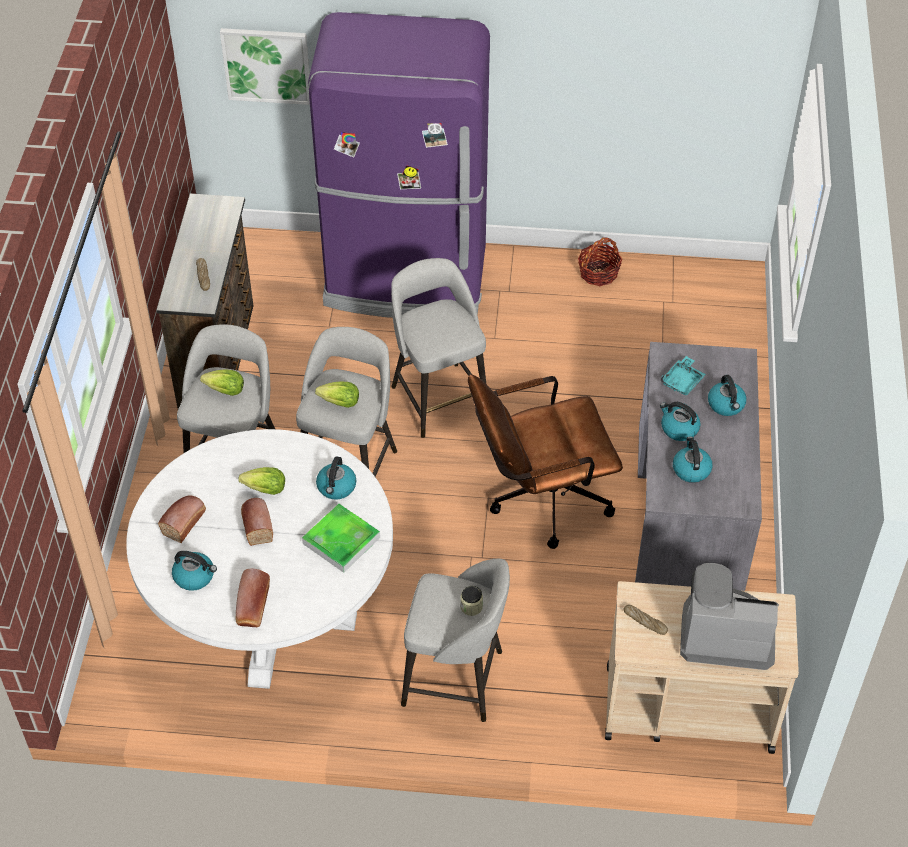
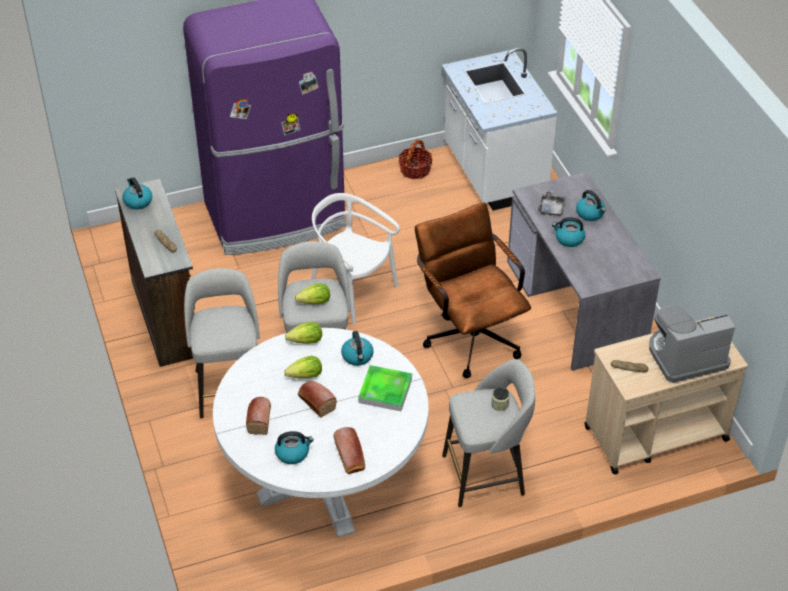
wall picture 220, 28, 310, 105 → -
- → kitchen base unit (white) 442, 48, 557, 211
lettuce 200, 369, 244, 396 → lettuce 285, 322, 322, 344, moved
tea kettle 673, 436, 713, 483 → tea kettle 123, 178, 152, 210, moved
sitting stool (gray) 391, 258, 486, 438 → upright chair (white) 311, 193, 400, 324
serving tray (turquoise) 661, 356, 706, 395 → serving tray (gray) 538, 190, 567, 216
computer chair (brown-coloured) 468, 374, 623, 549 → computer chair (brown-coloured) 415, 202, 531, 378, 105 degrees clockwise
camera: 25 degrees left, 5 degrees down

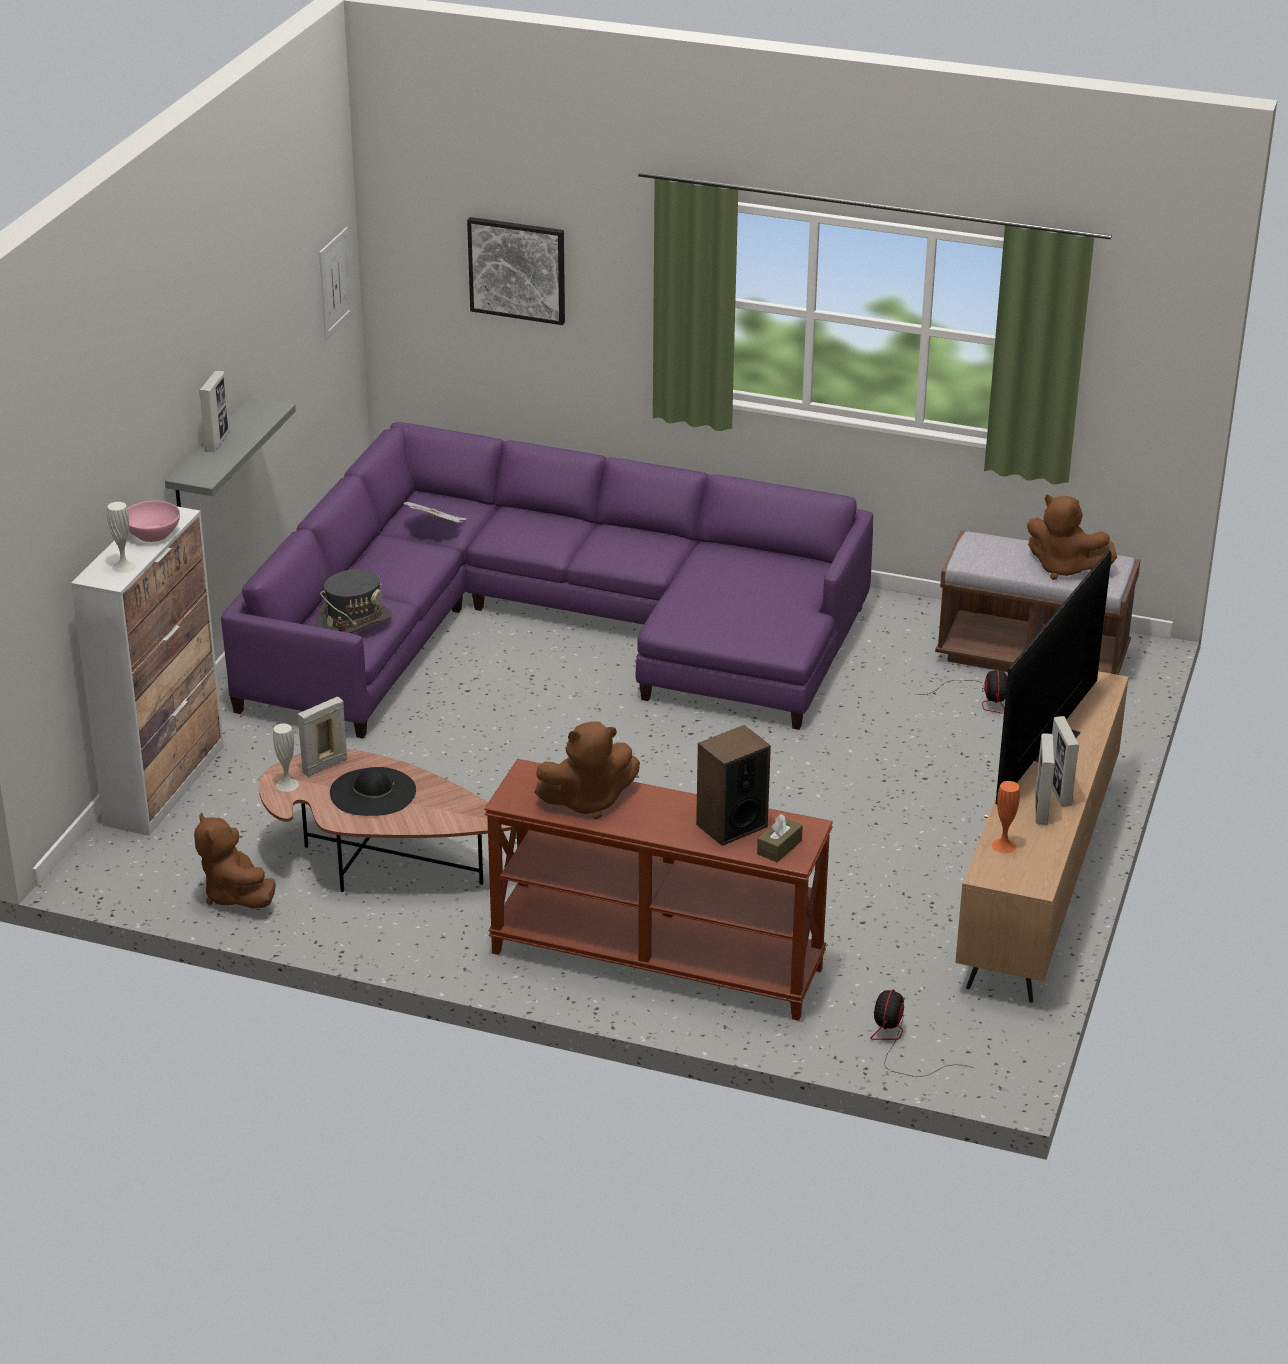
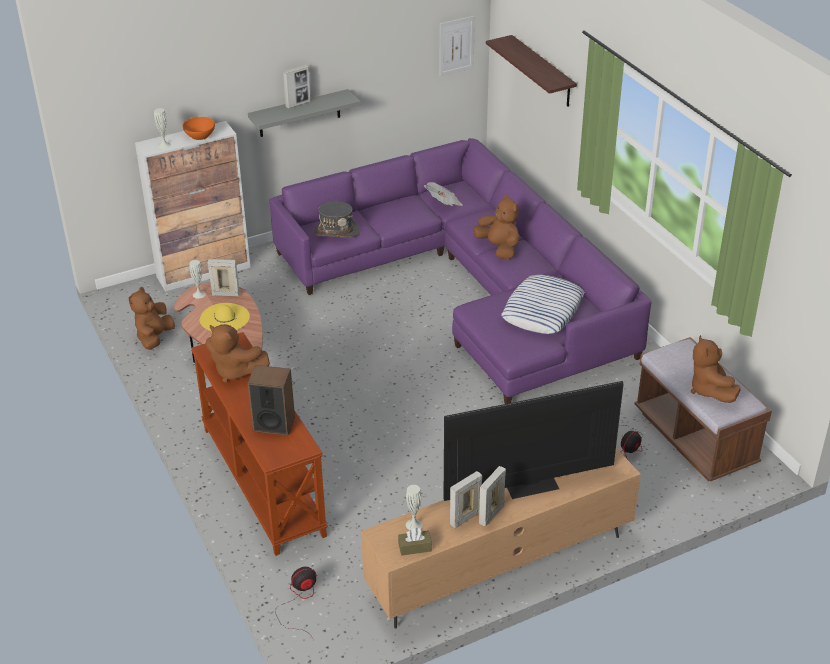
- → soft toy (brown-coloured) 473, 194, 519, 259
- → cushion 501, 275, 584, 334
box of tissues (brown-coloured) 757, 814, 803, 862 → box of tissues (brown-coloured) 398, 528, 432, 556, moved
wall picture 467, 217, 565, 325 → wall shelf 486, 35, 577, 107
deep dish (pinkish) 127, 501, 180, 542 → deep dish (orange) 183, 117, 215, 140
clothing hat (black-coloured) 330, 767, 416, 816 → clothing hat (yellowish) 200, 303, 250, 332
vase (orange) 992, 781, 1020, 853 → vase (white) 406, 485, 422, 530
camera: 45 degrees right, 5 degrees up

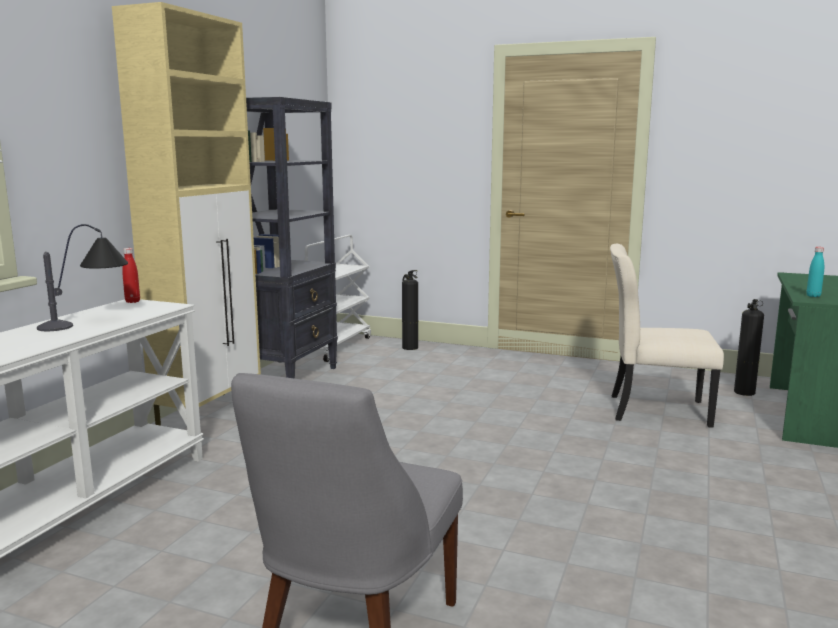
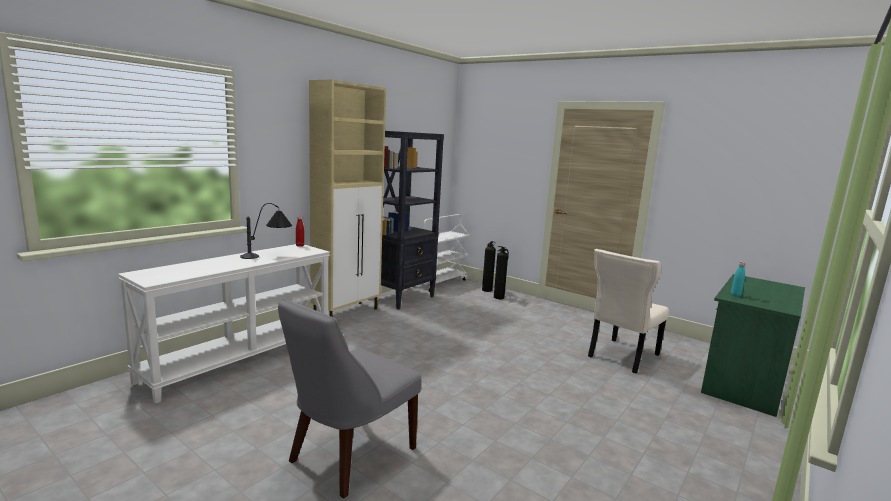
extinguisher 734, 299, 764, 396 → extinguisher 494, 246, 509, 299, moved
upright chair (sand-coloured) 610, 244, 724, 428 → upright chair (sand-coloured) 588, 249, 669, 374, 75 degrees counterclockwise
camera: 15 degrees right, 0 degrees up

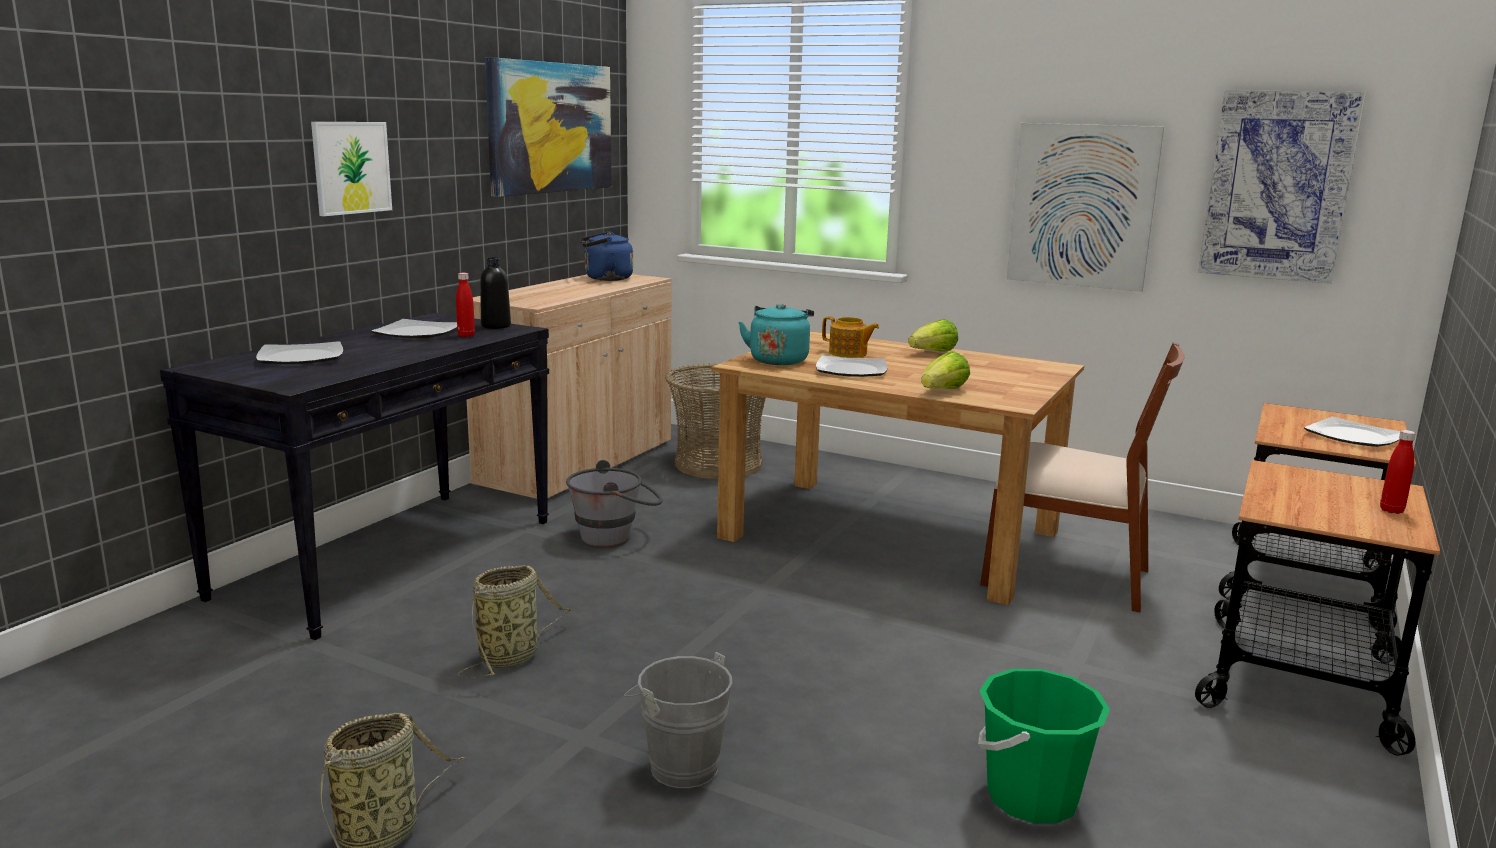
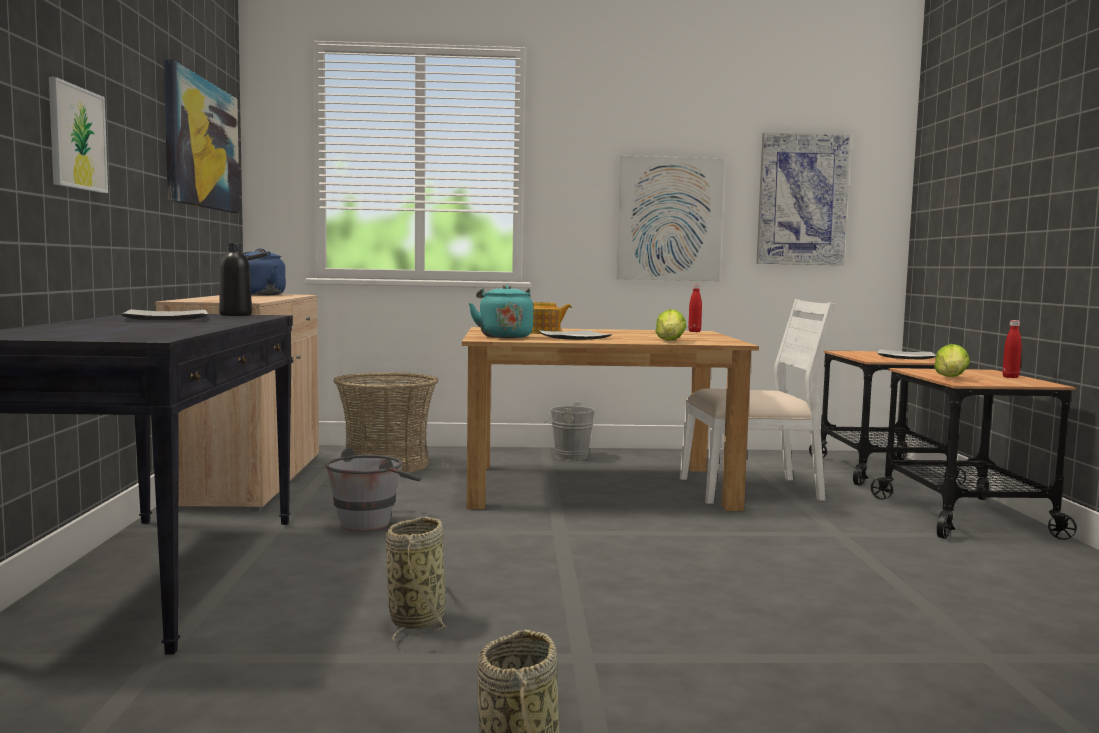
plate 256, 341, 343, 364 → -
water bucket (green-coloured) 978, 669, 1110, 823 → -
bottle (red) 456, 273, 475, 337 → bottle (red) 688, 284, 702, 332, moved
water bucket (gray) 624, 652, 732, 788 → water bucket (gray) 543, 402, 595, 460, moved
lettuce 908, 319, 958, 352 → lettuce 934, 344, 970, 377, moved
upright chair (brown-coloured) 980, 342, 1184, 612 → upright chair (white) 680, 299, 835, 504
camera: 30 degrees left, 10 degrees down

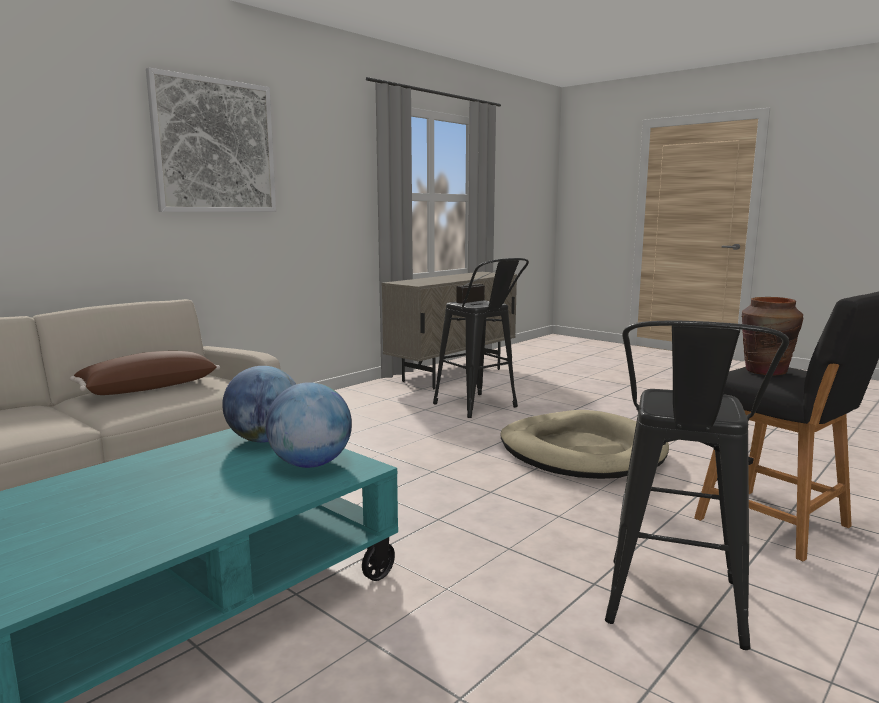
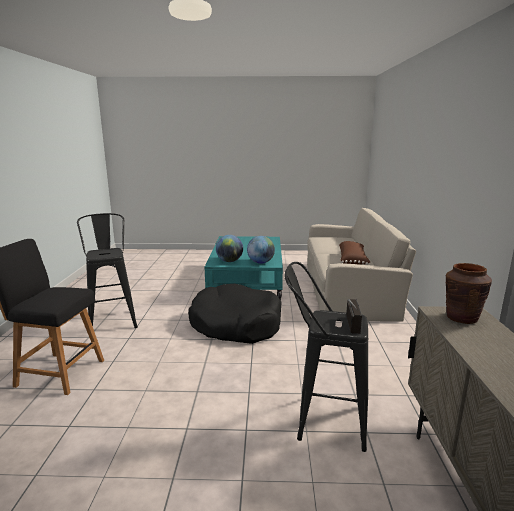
wall picture 146, 68, 276, 212 → -
pet bed (sand-coloured) 500, 410, 669, 479 → -
- → pet bed (black-coloured) 188, 284, 282, 344
vase (brown-coloured) 741, 297, 803, 376 → vase (brown-coloured) 446, 263, 492, 324, moved
camera: 140 degrees right, 5 degrees up

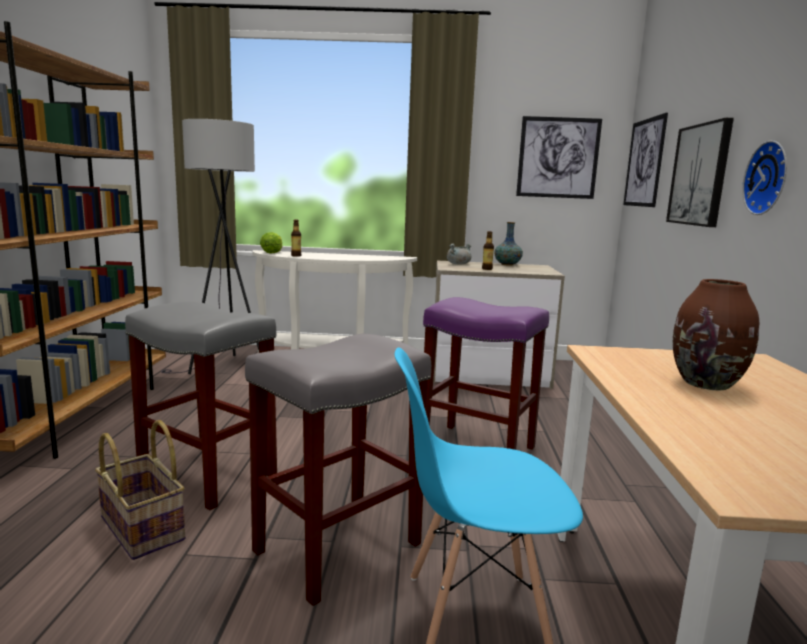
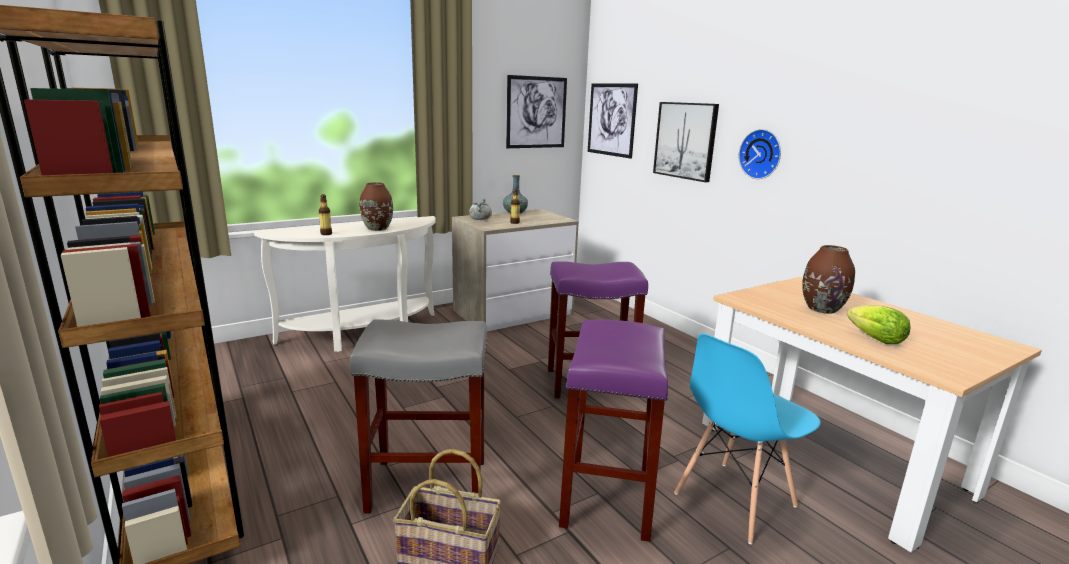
floor lamp (gray) 161, 119, 259, 374 → -
- → vase (brown-coloured) 360, 182, 393, 231
lettuce 260, 232, 282, 254 → lettuce 847, 305, 911, 344, moved
sitting stool (gray) 245, 334, 431, 606 → sitting stool (purple-coloured) 559, 319, 668, 542
camera: 35 degrees left, 5 degrees up

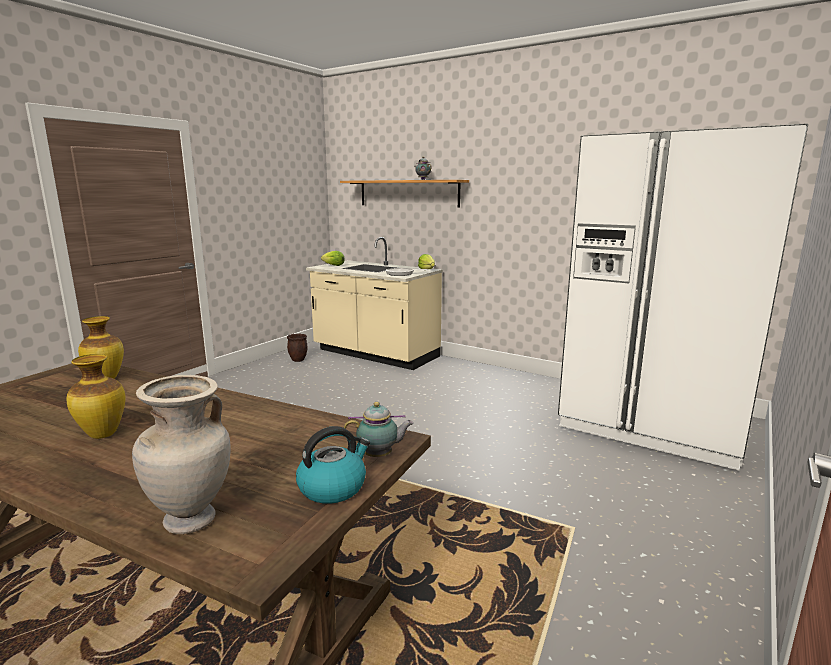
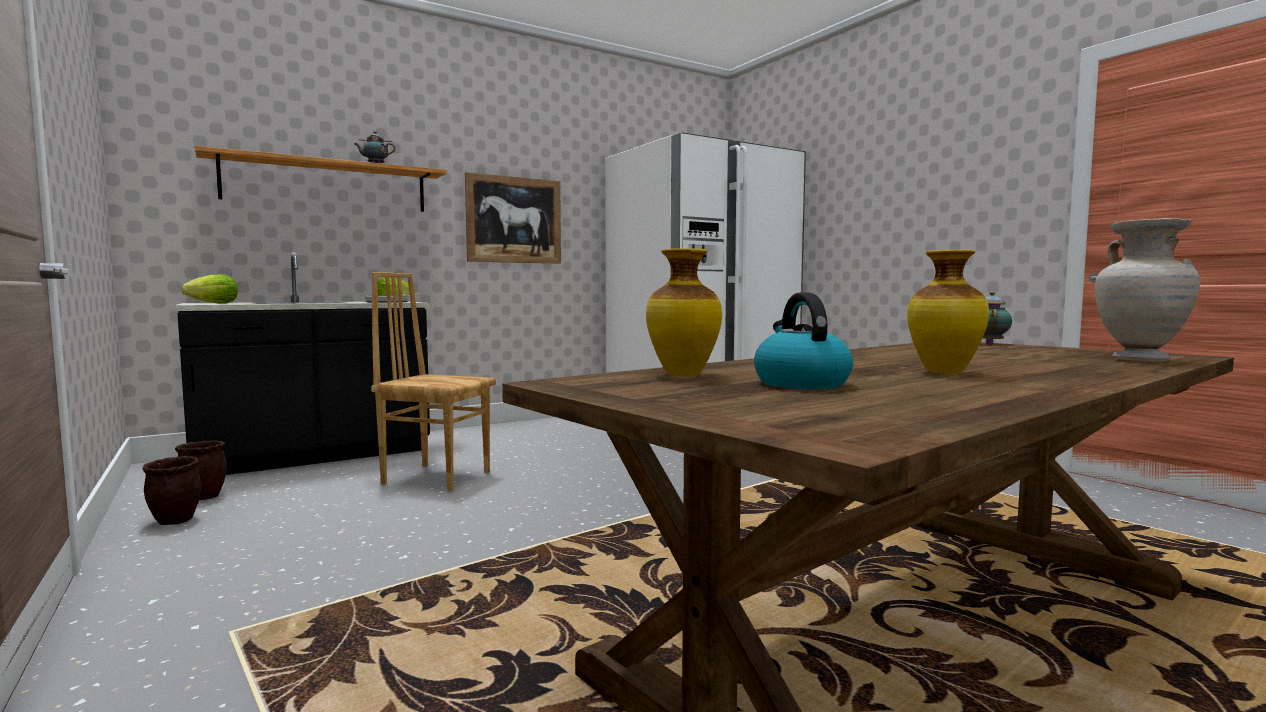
- → plant pot (brown-coloured) 143, 456, 201, 525
- → upright chair (brown-coloured) 371, 272, 496, 492
- → wall picture 465, 172, 561, 264
tea kettle 296, 426, 370, 504 → tea kettle 754, 292, 853, 389, moved
kitchen base unit (sand-coloured) 306, 237, 443, 370 → kitchen base unit (black-coloured) 175, 252, 430, 475
camera: 65 degrees left, 10 degrees down

